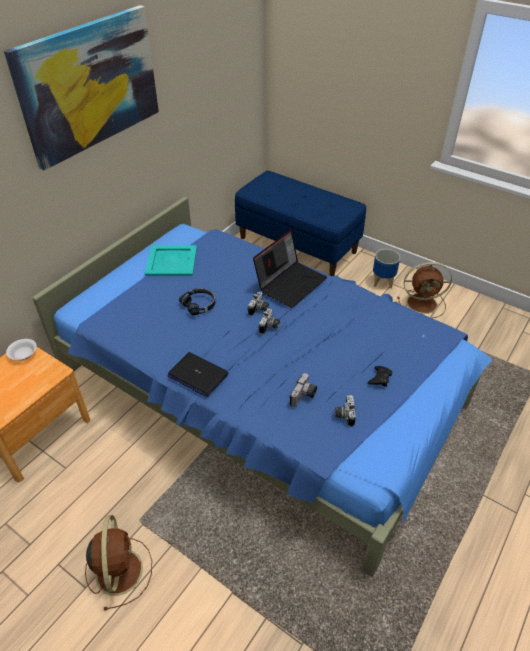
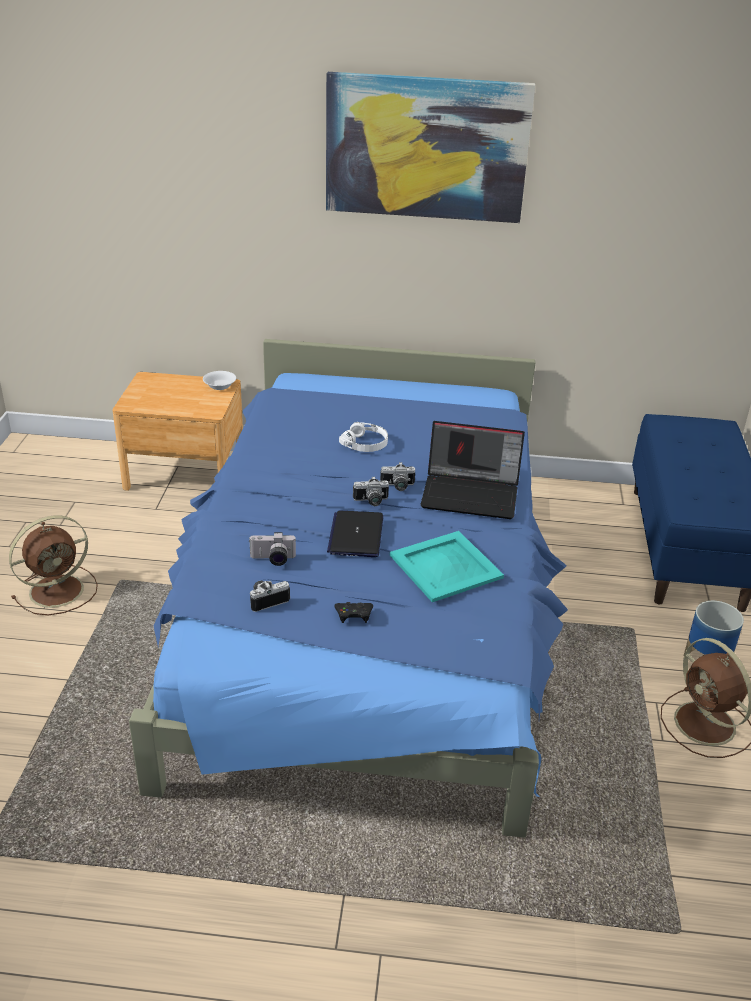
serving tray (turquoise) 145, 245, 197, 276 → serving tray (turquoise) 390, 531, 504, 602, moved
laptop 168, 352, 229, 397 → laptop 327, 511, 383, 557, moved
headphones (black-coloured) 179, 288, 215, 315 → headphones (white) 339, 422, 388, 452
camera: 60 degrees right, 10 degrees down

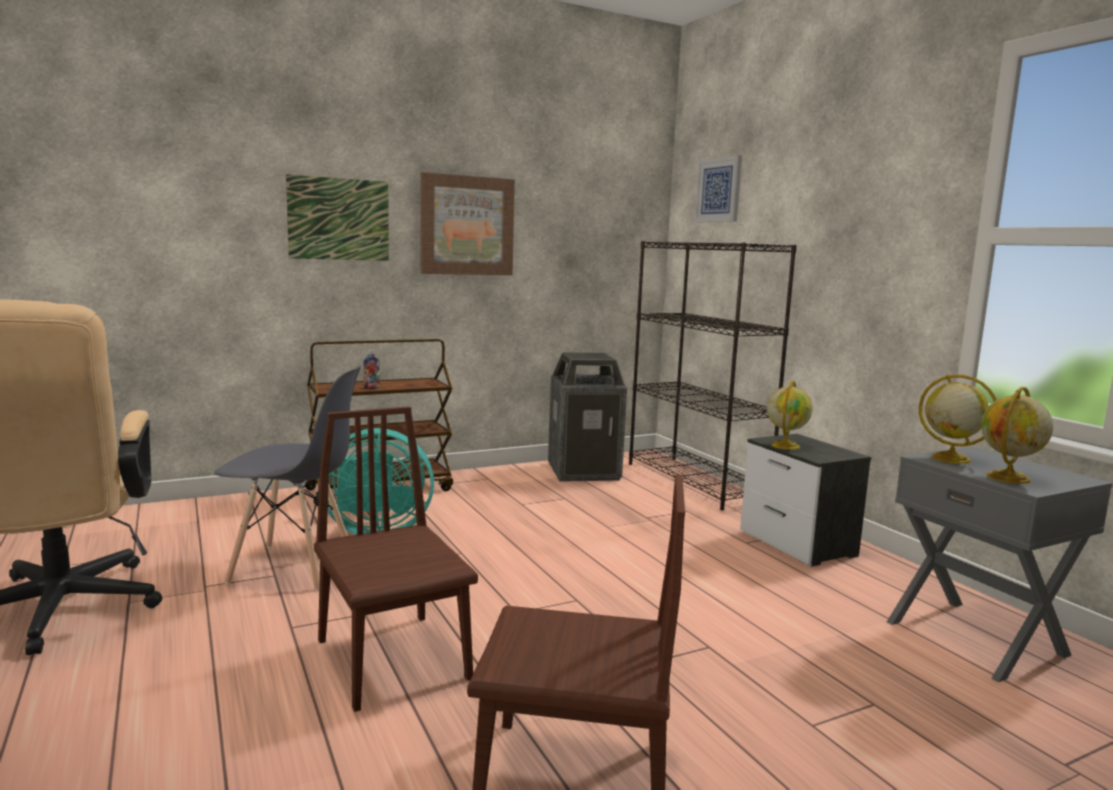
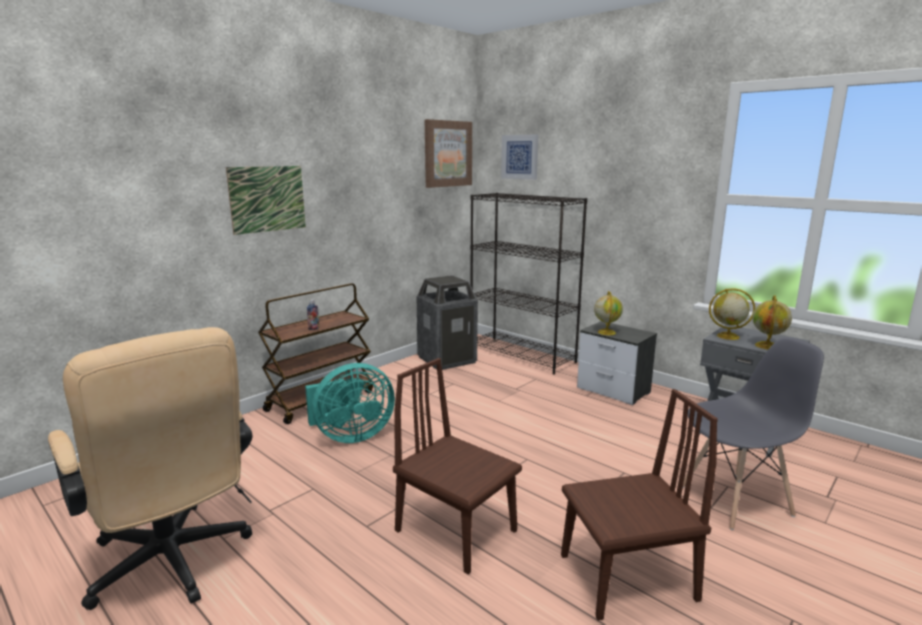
upright chair (gray) 214, 366, 361, 591 → upright chair (gray) 683, 337, 824, 530, moved
wall picture 421, 172, 515, 275 → wall picture 425, 119, 472, 188, moved
camera: 20 degrees left, 5 degrees up

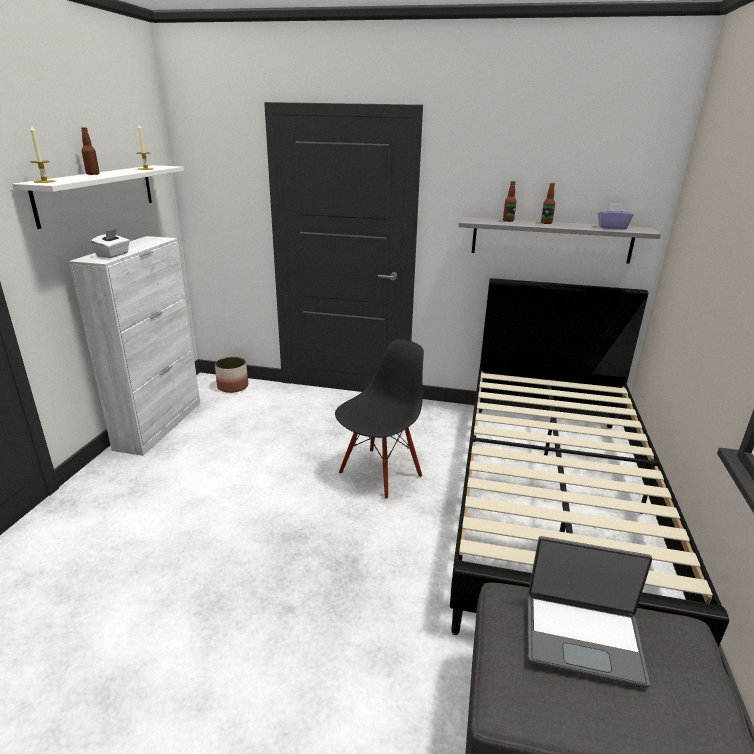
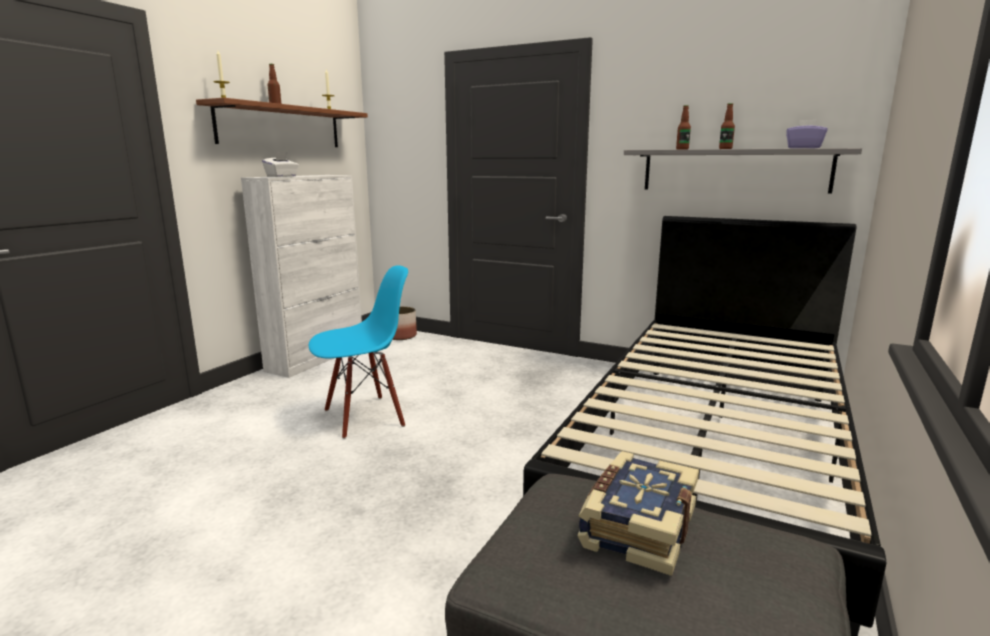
upright chair (black-coloured) 335, 339, 424, 499 → -
- → upright chair (bluish) 309, 265, 408, 439
laptop 527, 536, 652, 688 → bound book 578, 451, 699, 576
wall shelf (white) 12, 165, 184, 229 → wall shelf (brown-coloured) 196, 98, 368, 147
camera: 15 degrees right, 10 degrees down

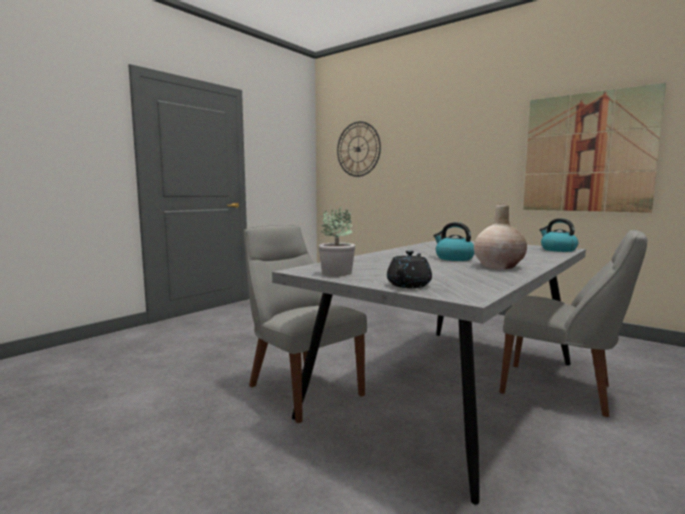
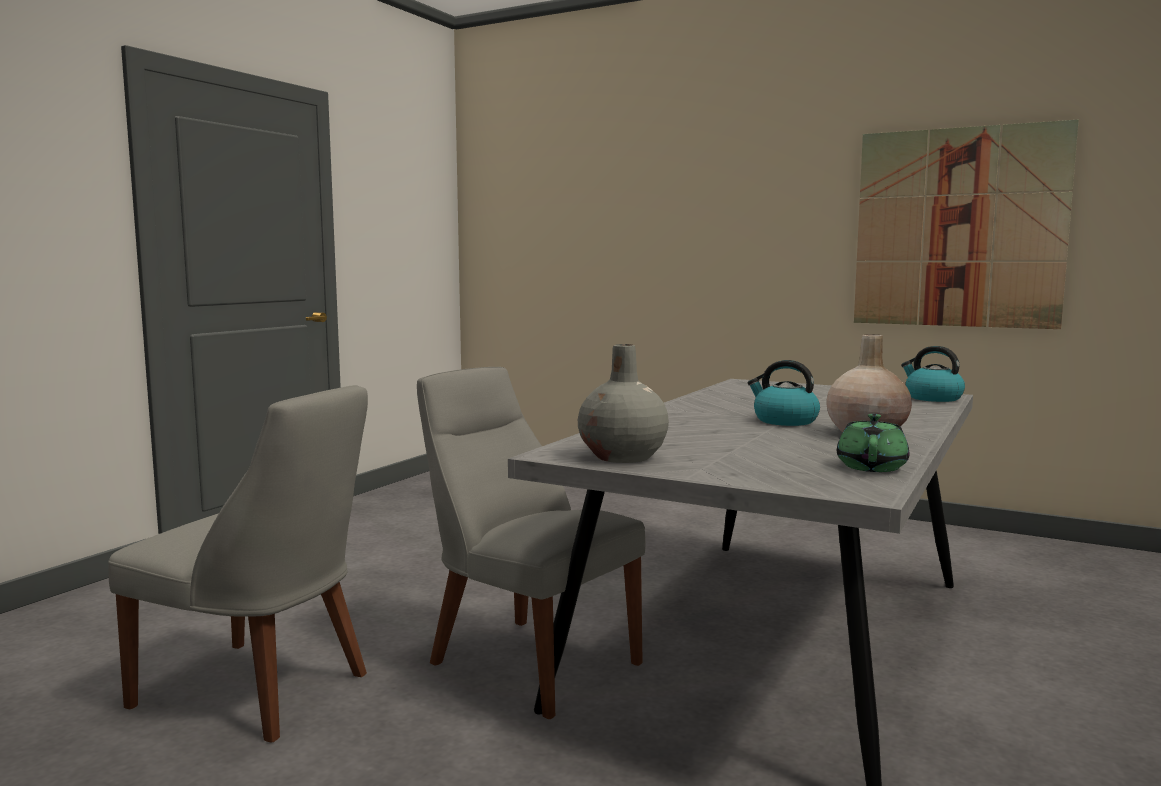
clock on the wall 337, 121, 381, 177 → -
tea pot (black-coloured) 387, 251, 432, 288 → -
- → tea pot (green-coloured) 837, 414, 910, 472
upright chair (gray) 499, 230, 647, 417 → upright chair (gray) 108, 385, 368, 743, moved
plant in a pot 318, 207, 355, 276 → vase (gray) 578, 344, 669, 463
camera: 10 degrees left, 0 degrees up

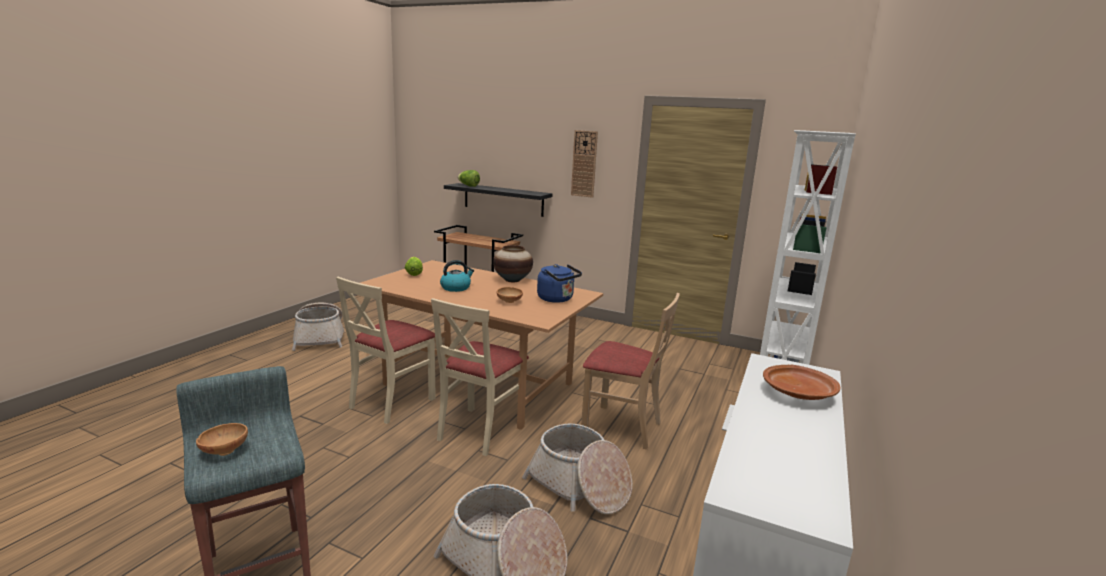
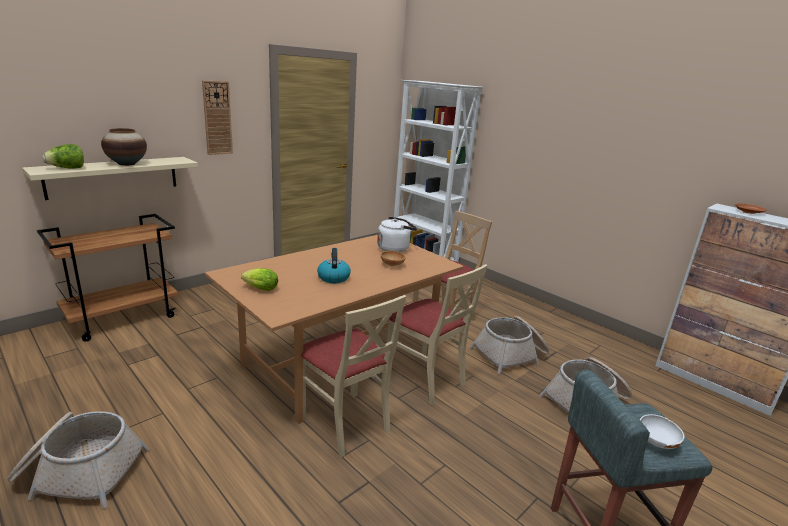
vase 493, 245, 533, 282 → vase 101, 128, 147, 166, moved
deep dish (brown-coloured) 196, 423, 248, 456 → deep dish (white) 640, 414, 685, 449
wall shelf (black-coloured) 444, 183, 553, 217 → wall shelf (sand-coloured) 22, 157, 198, 200
tea kettle (bluish) 537, 264, 582, 303 → tea kettle (white) 377, 217, 417, 253
camera: 70 degrees left, 5 degrees up

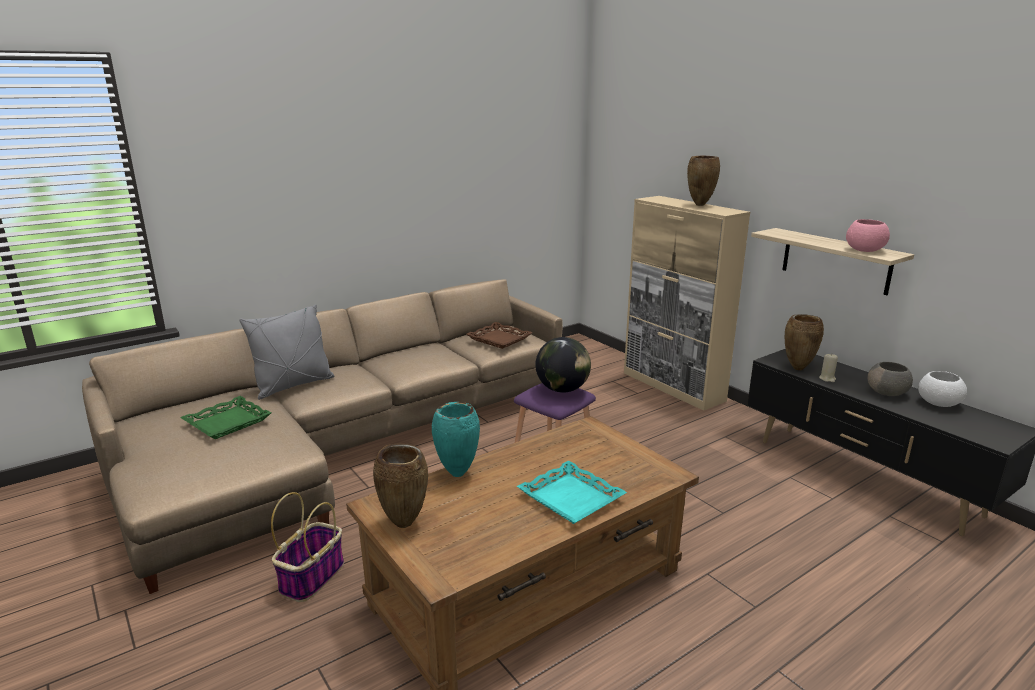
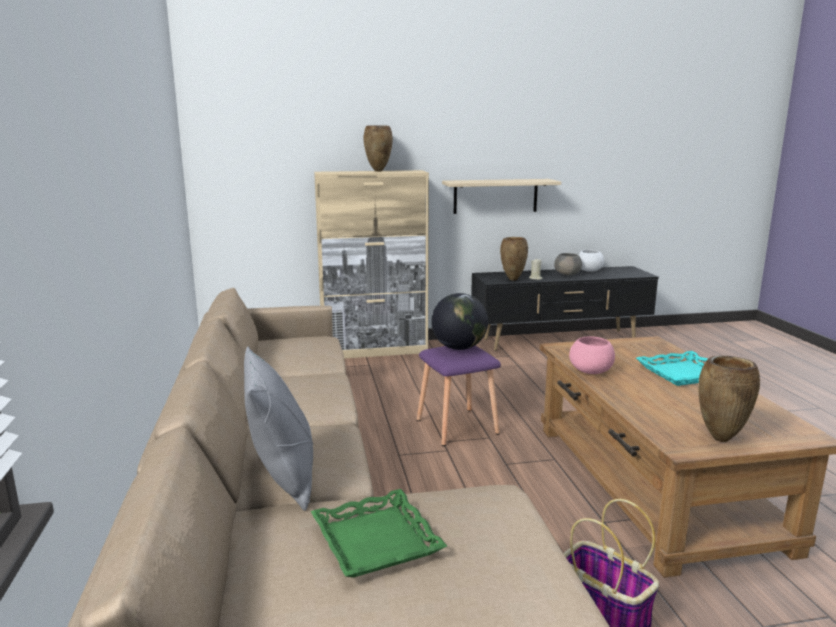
vase (turquoise) 432, 402, 480, 477 → -
serving tray (brown-coloured) 466, 322, 532, 349 → -
deep dish (pinkish) 846, 219, 890, 252 → deep dish (pinkish) 569, 336, 615, 374, moved
camera: 65 degrees left, 5 degrees down

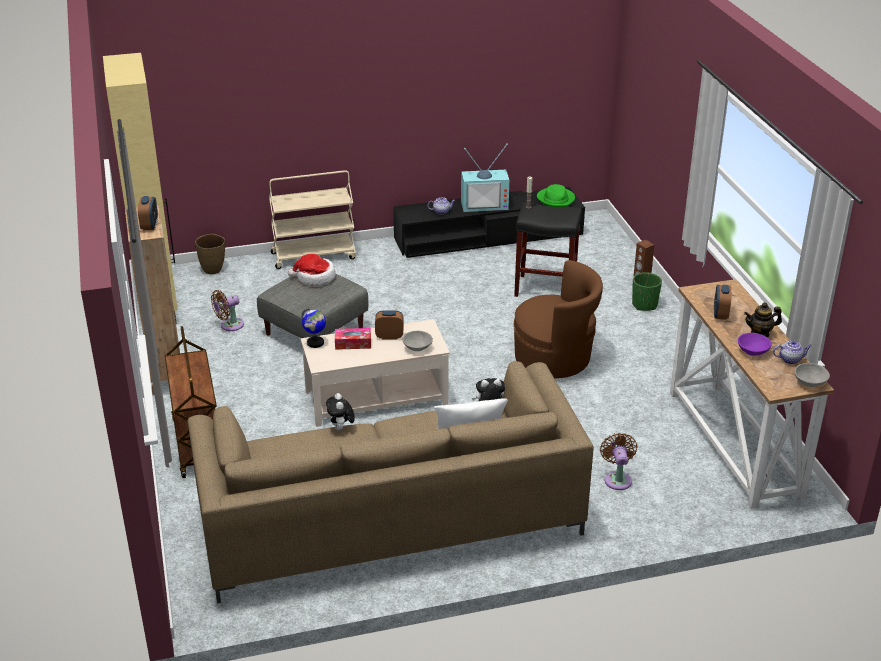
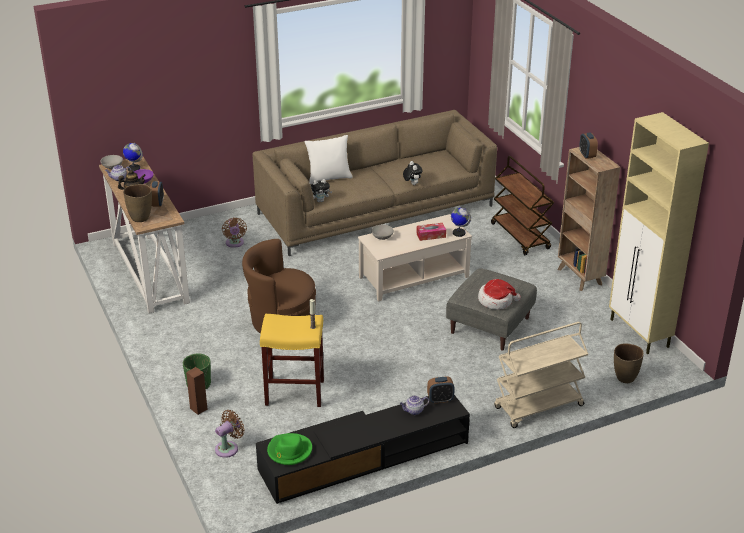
TV 461, 143, 509, 212 → -
- → globe 123, 143, 143, 172
- → vase (brown-coloured) 123, 184, 152, 222
fan (brown-coloured) 211, 290, 244, 331 → fan (brown-coloured) 215, 410, 245, 458, moved
table clock 375, 311, 404, 340 → table clock 427, 377, 455, 404, moved
sitting stool (black-coloured) 514, 202, 582, 297 → sitting stool (yellowish) 260, 314, 324, 407
camera: 170 degrees right, 0 degrees up

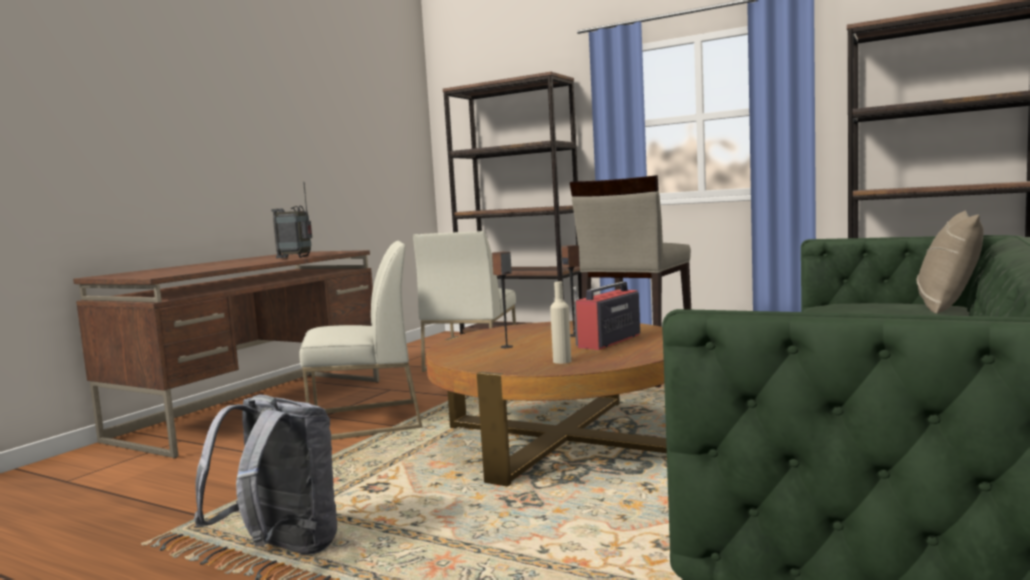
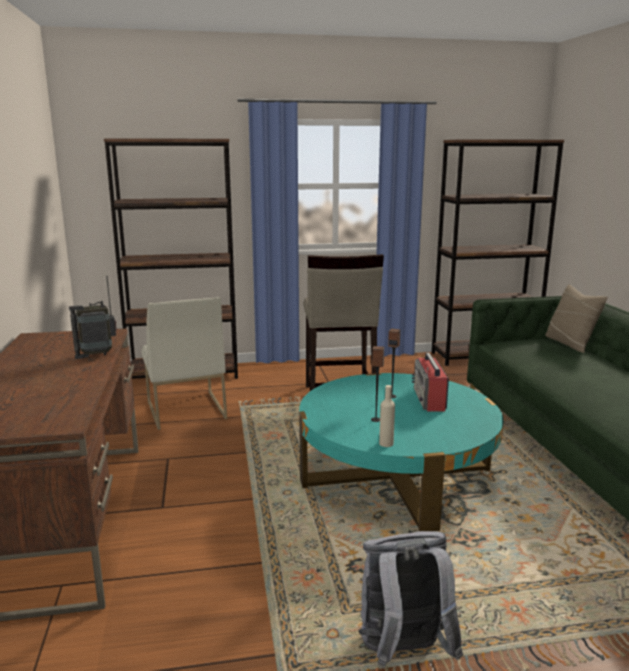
upright chair (white) 299, 241, 423, 440 → -
bottle (sand-coloured) 550, 282, 571, 364 → bottle (sand-coloured) 379, 385, 395, 447, moved
lounge table (brown-coloured) 426, 321, 667, 487 → lounge table (turquoise) 299, 373, 504, 531
camera: 40 degrees left, 10 degrees up

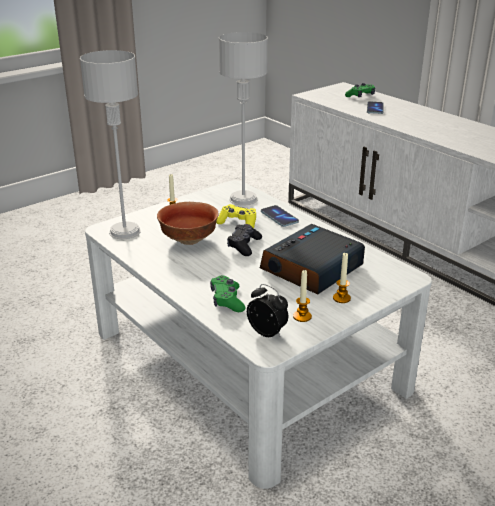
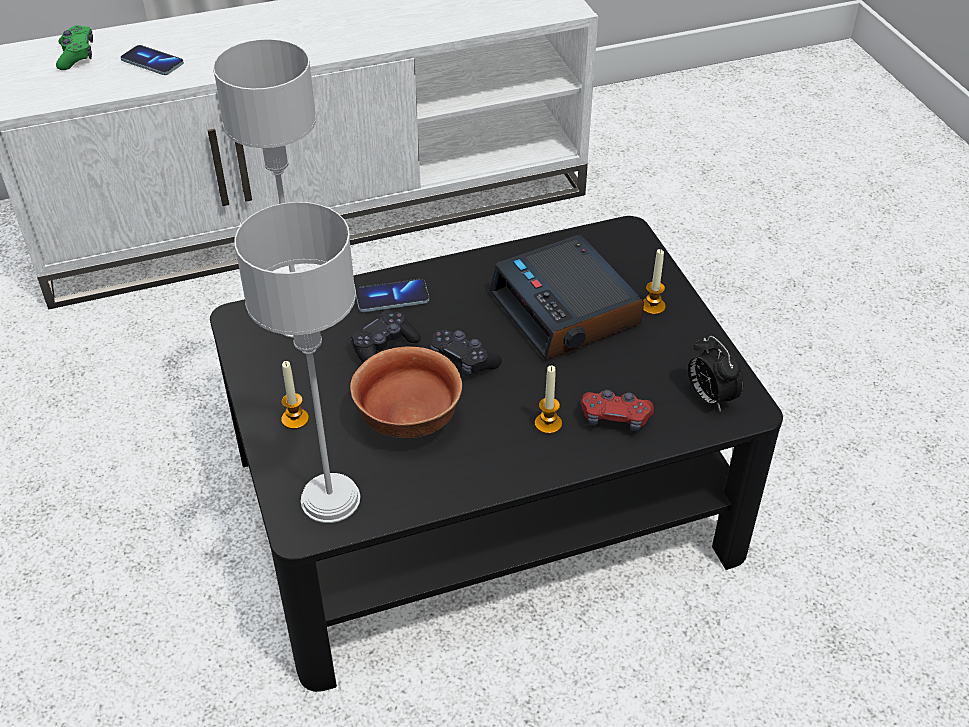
wax light 293, 269, 312, 322 → wax light 535, 365, 562, 434, moved
lounge table (white) 85, 180, 432, 489 → lounge table (black-coloured) 210, 216, 783, 692
joypad (green-coloured) 210, 275, 246, 312 → joypad (red) 581, 390, 654, 432
joypad (yellowish) 216, 204, 256, 228 → joypad (black-coloured) 350, 310, 421, 364
table clock 247, 284, 288, 337 → table clock 688, 336, 743, 412, 90 degrees counterclockwise
camera: 70 degrees left, 15 degrees up

